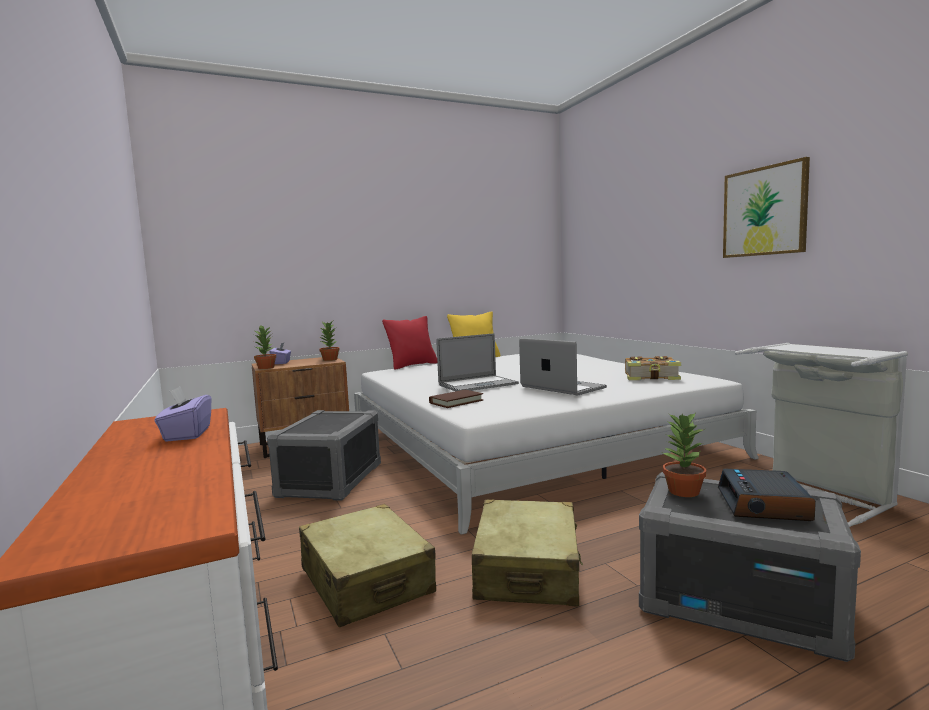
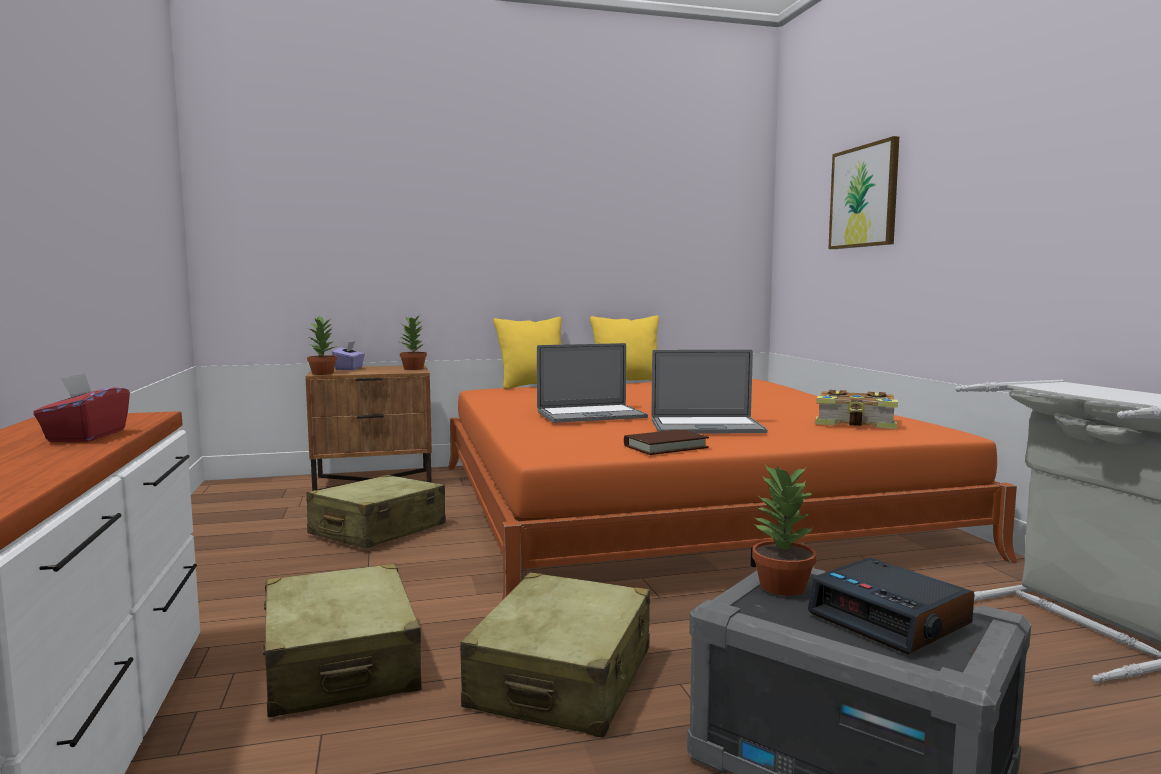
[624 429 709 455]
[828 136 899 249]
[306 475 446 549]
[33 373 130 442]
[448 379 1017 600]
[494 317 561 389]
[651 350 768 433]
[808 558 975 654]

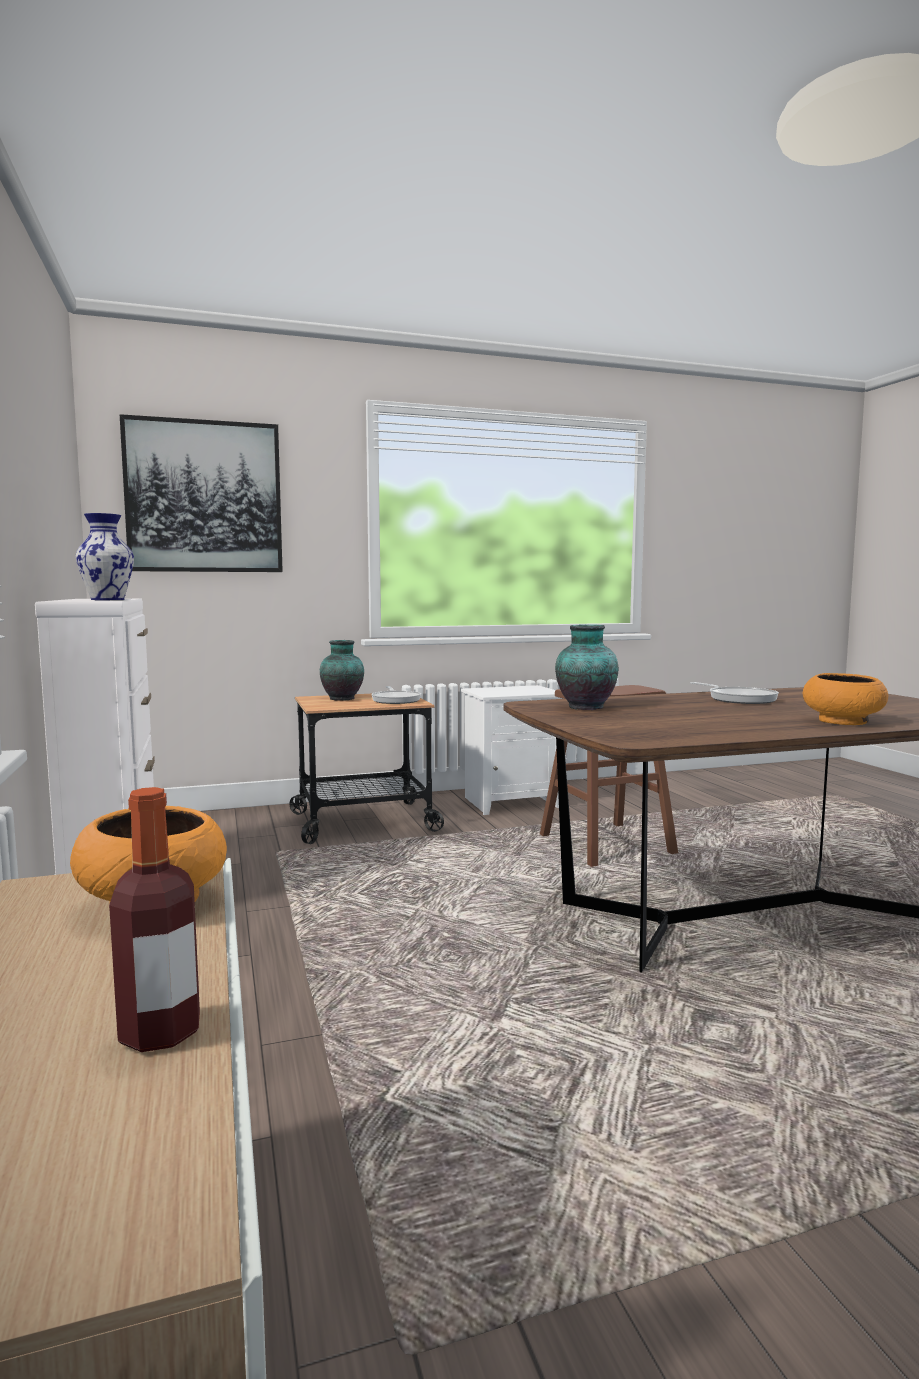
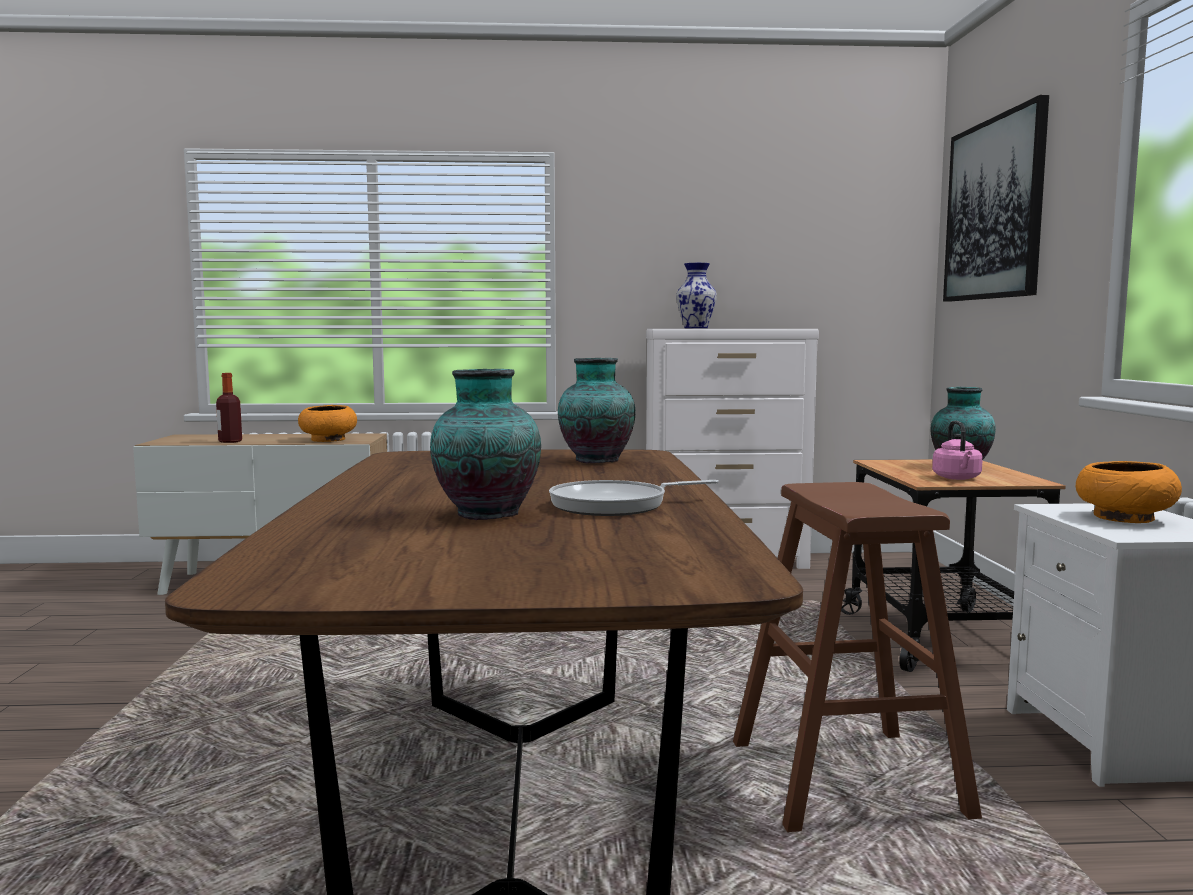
[430 369 541 520]
[1076 461 1182 523]
[932 420 983 480]

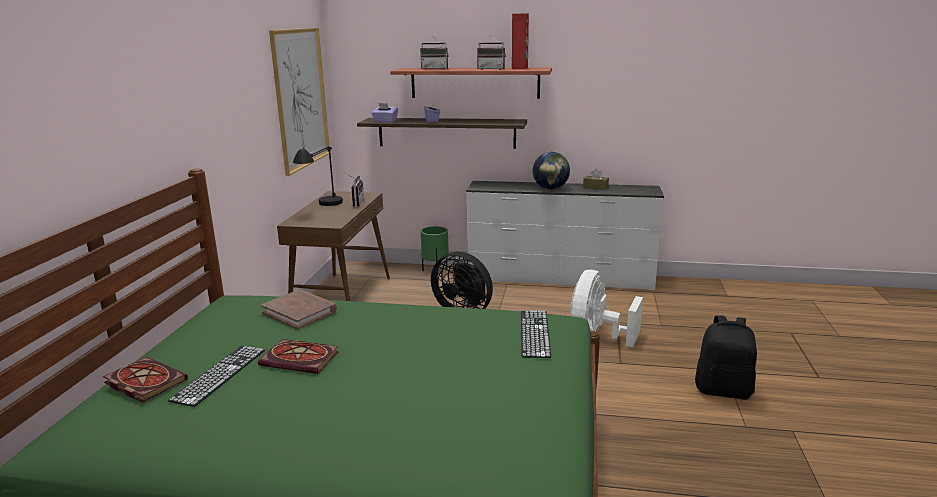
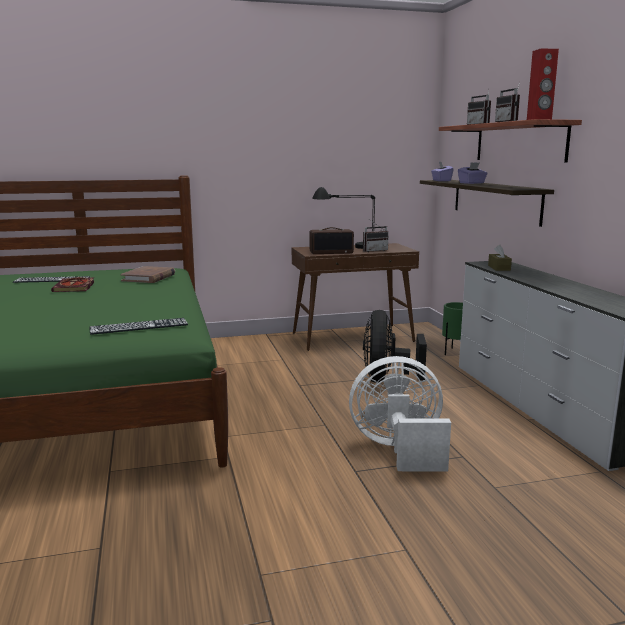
[103 357 188 402] (first image)
[269 28 329 176] (first image)
[533 152 570 190] (first image)
[695 315 757 400] (first image)
[310 227 354 254]
[488 244 512 271]

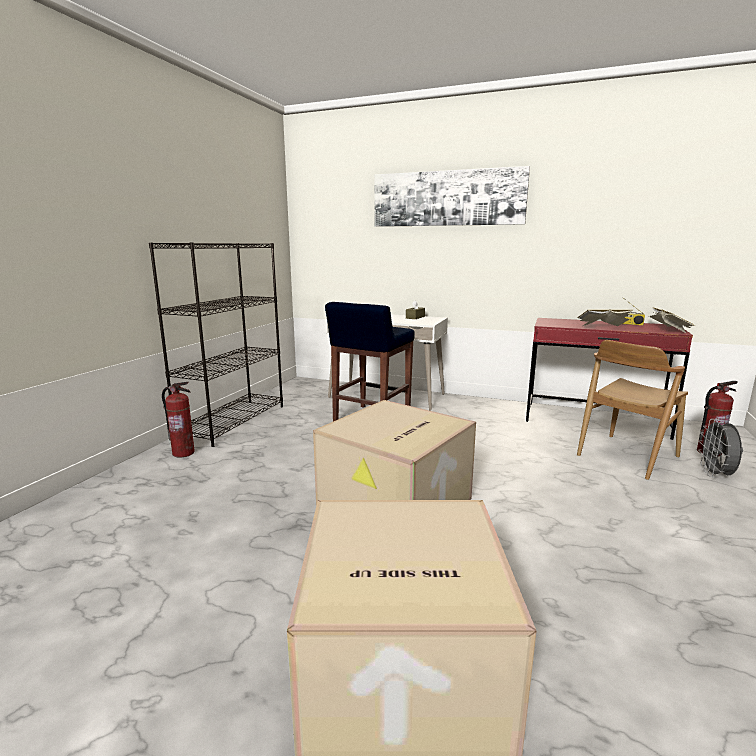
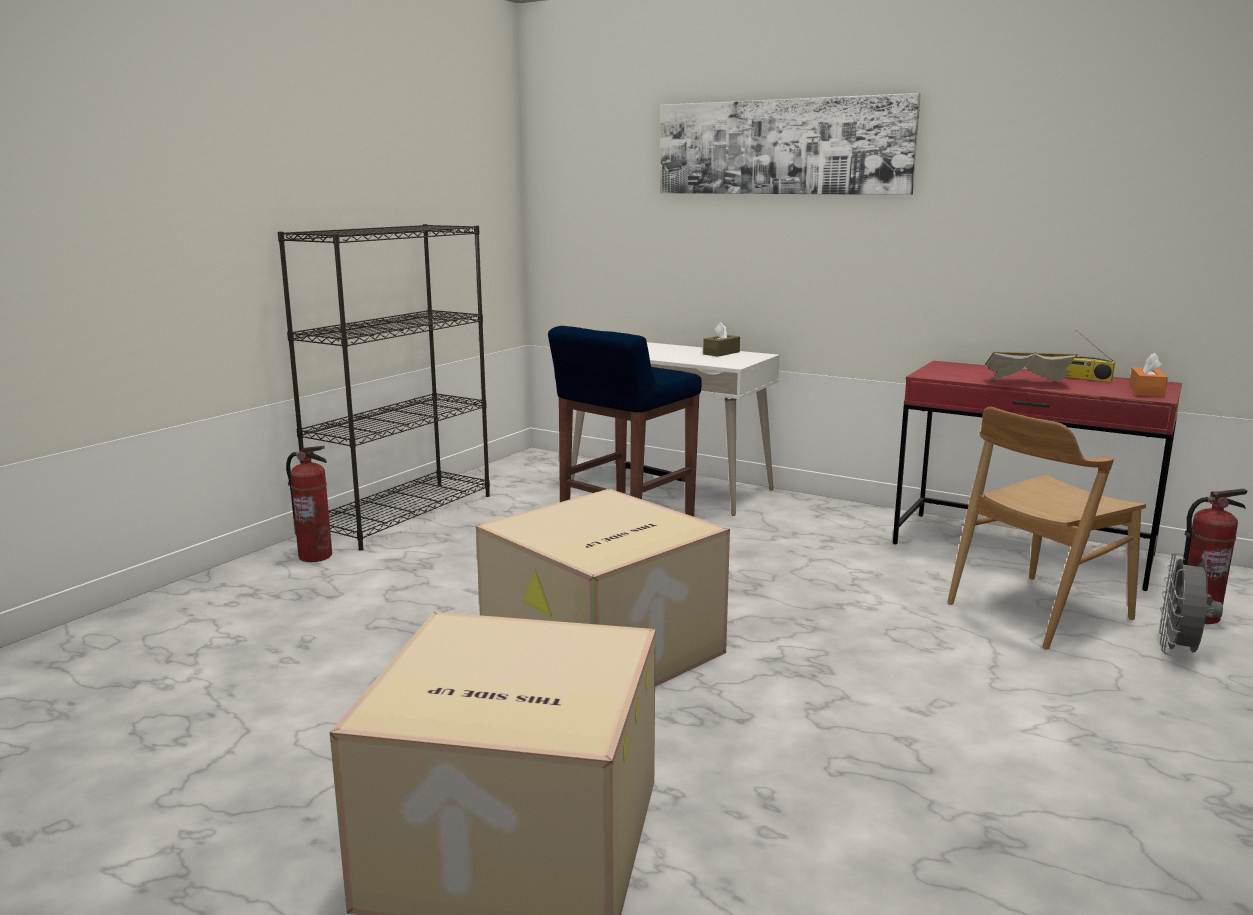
[1129 352 1168 397]

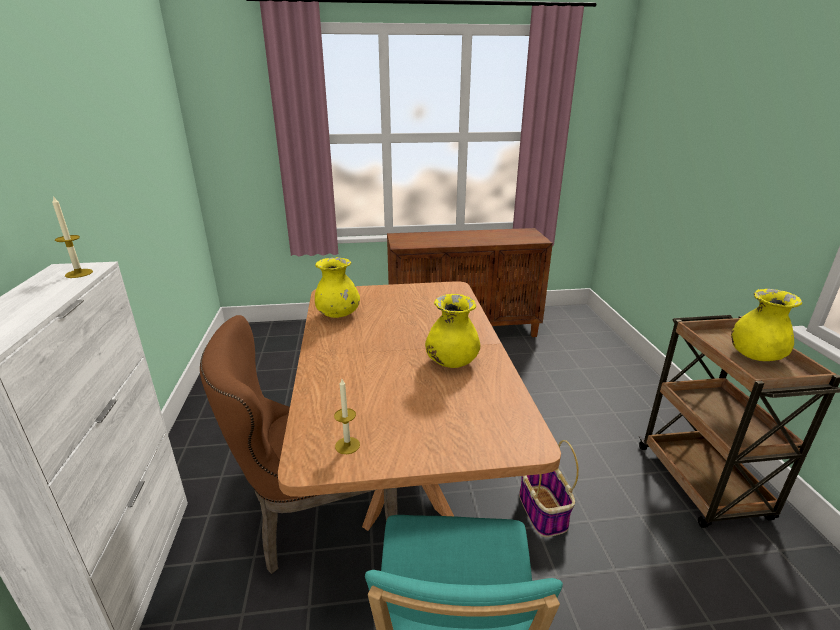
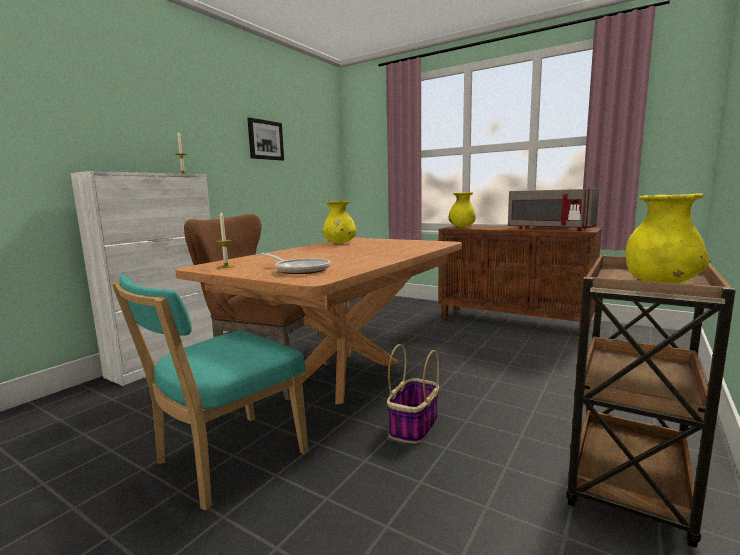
[247 117 284 161]
[261 253 330 274]
[508 189 599 231]
[448 192 476 227]

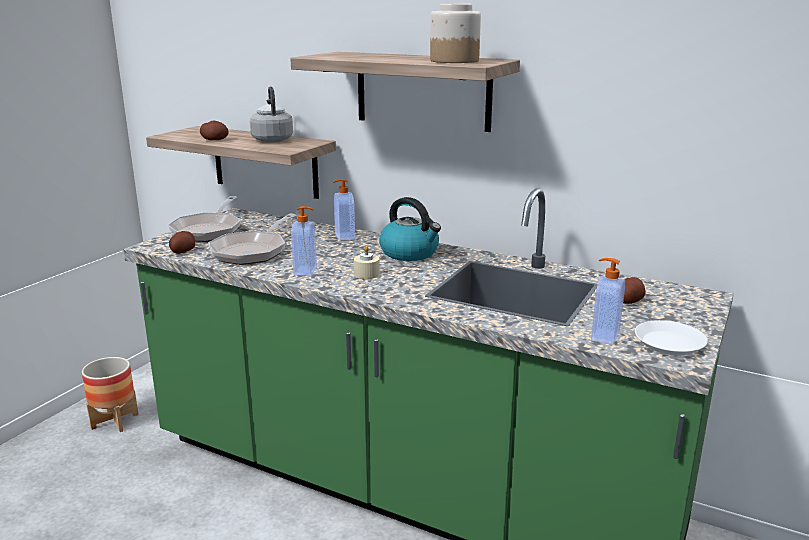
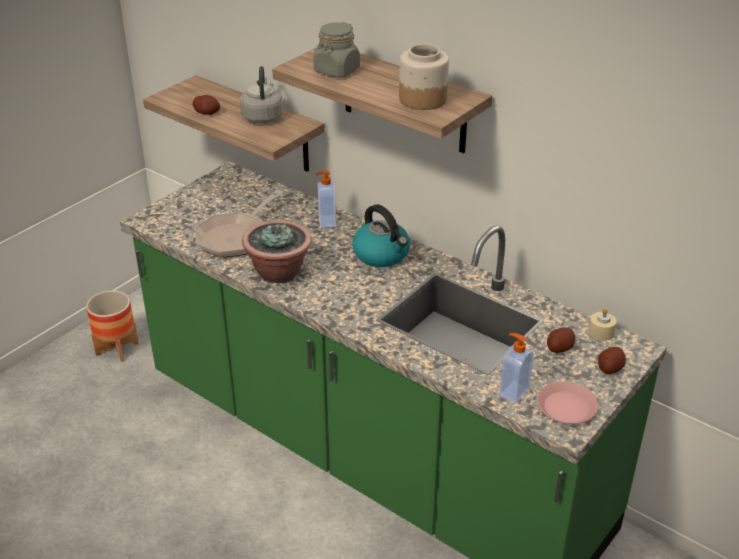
[167 196 241 242] (first image)
[313 22 360 78]
[598 347 626 374]
[588 308 617 341]
[242 220 312 283]
[537 381 598 424]

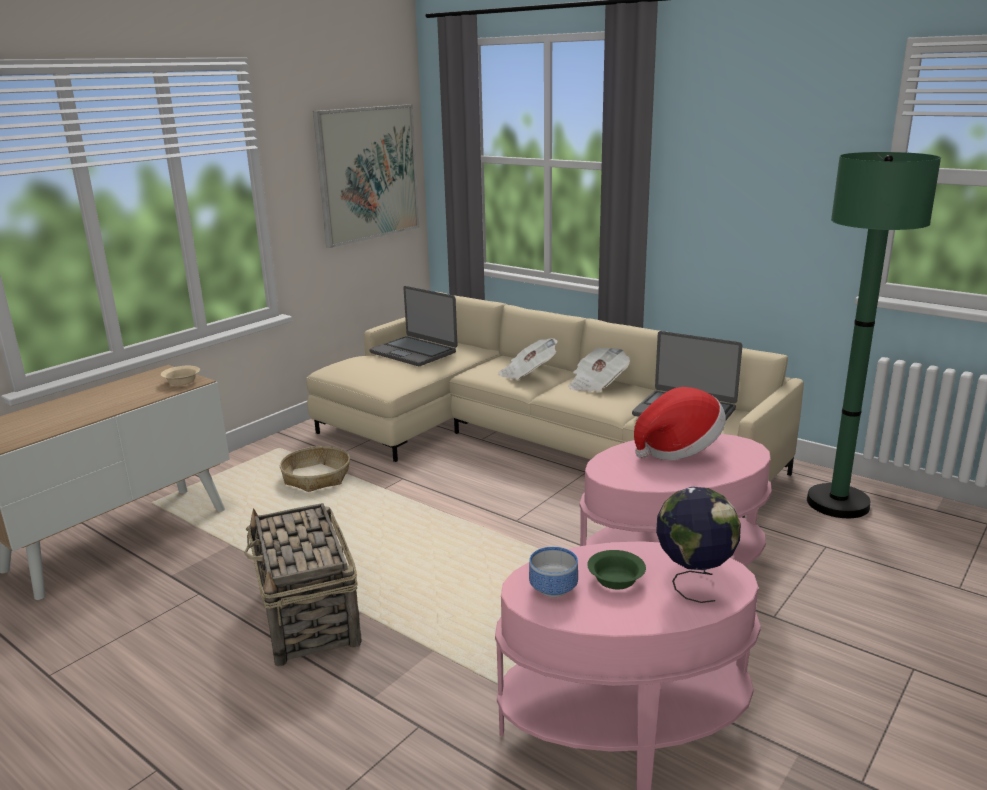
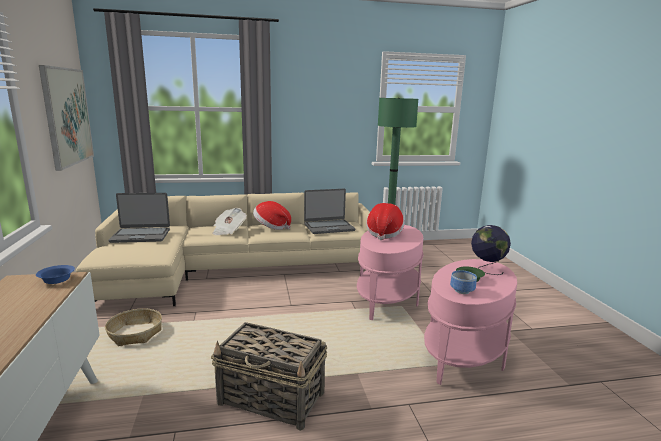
[253 201 291 230]
[36 265 75 284]

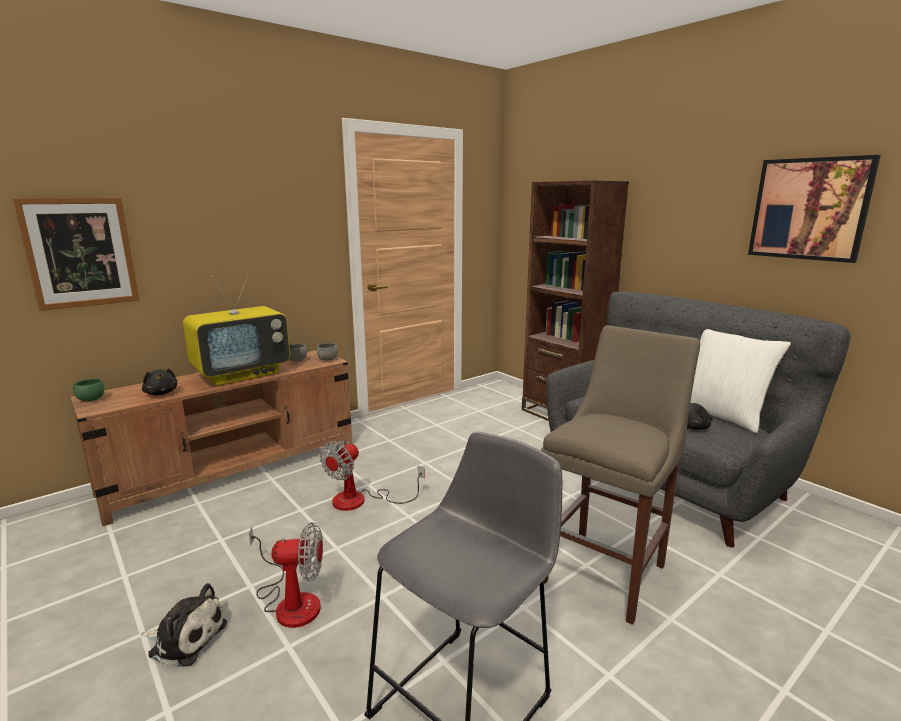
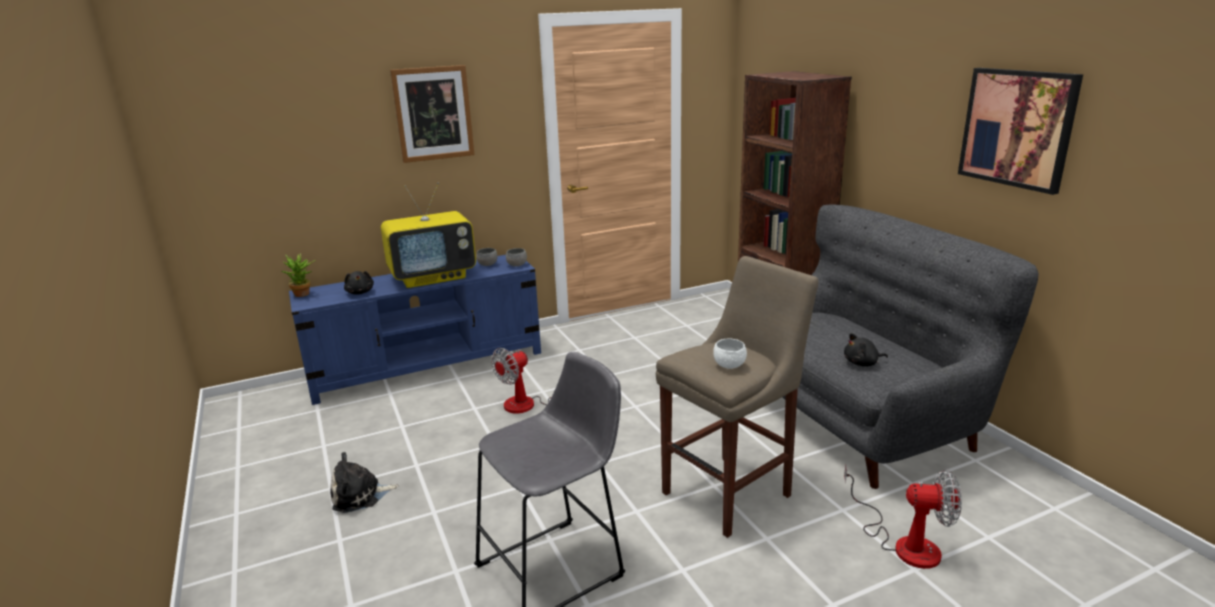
[690 329 791 433] (first image)
[713 338 747 369]
[390 65 474 163]
[844 464 962 569]
[282 253 316 297]
[289 255 541 405]
[330 452 399 513]

